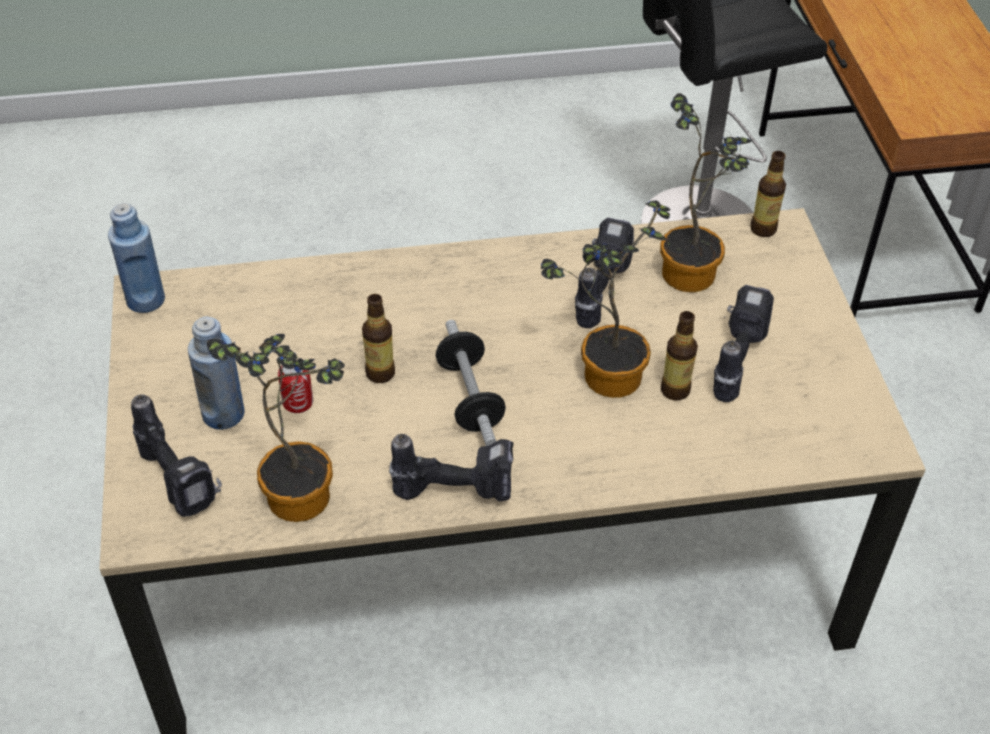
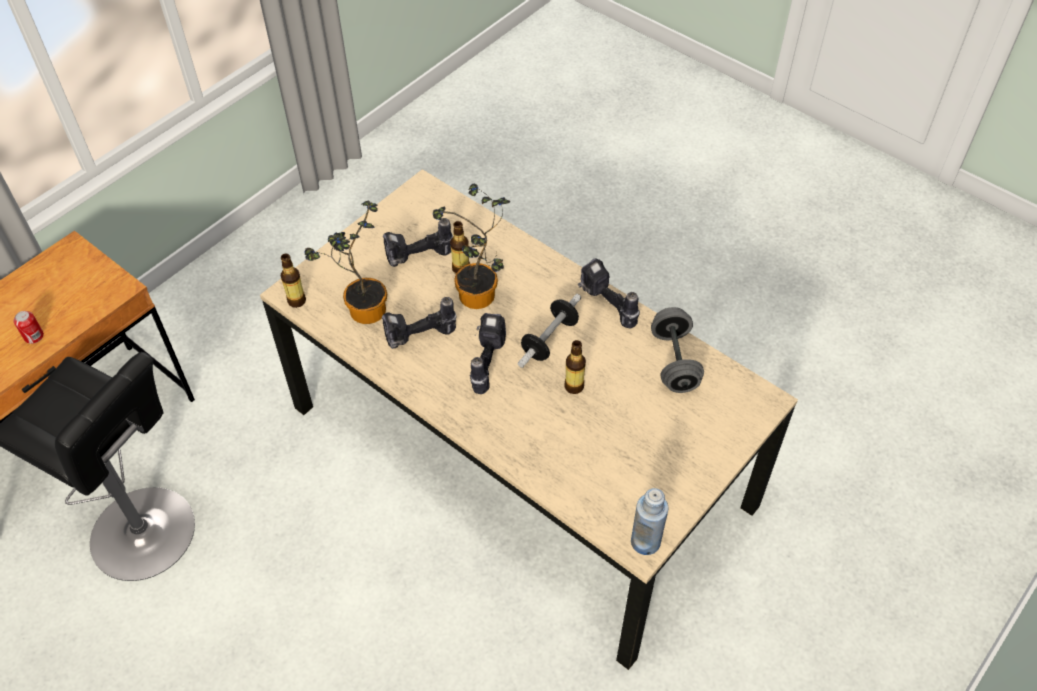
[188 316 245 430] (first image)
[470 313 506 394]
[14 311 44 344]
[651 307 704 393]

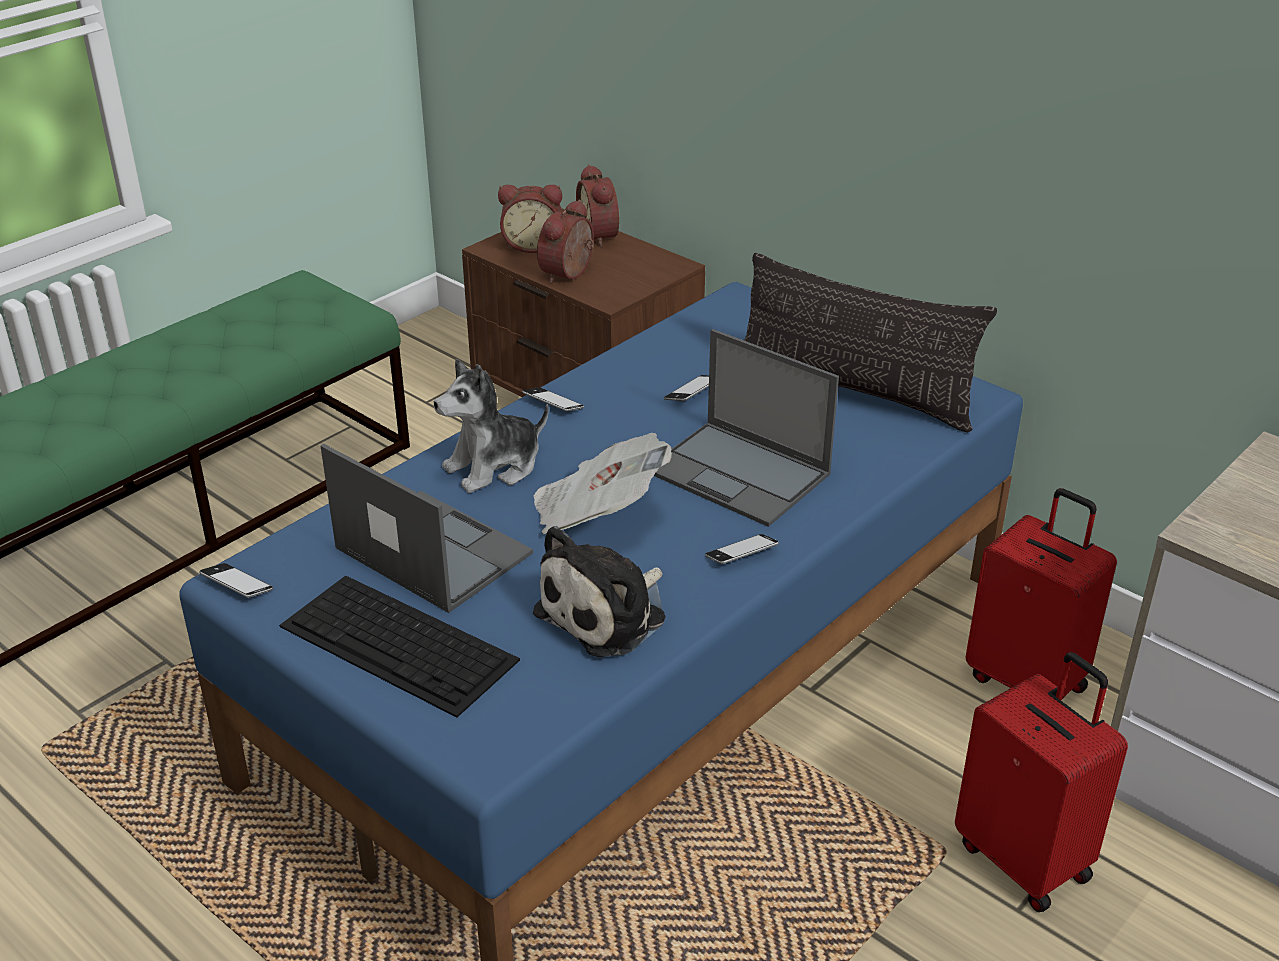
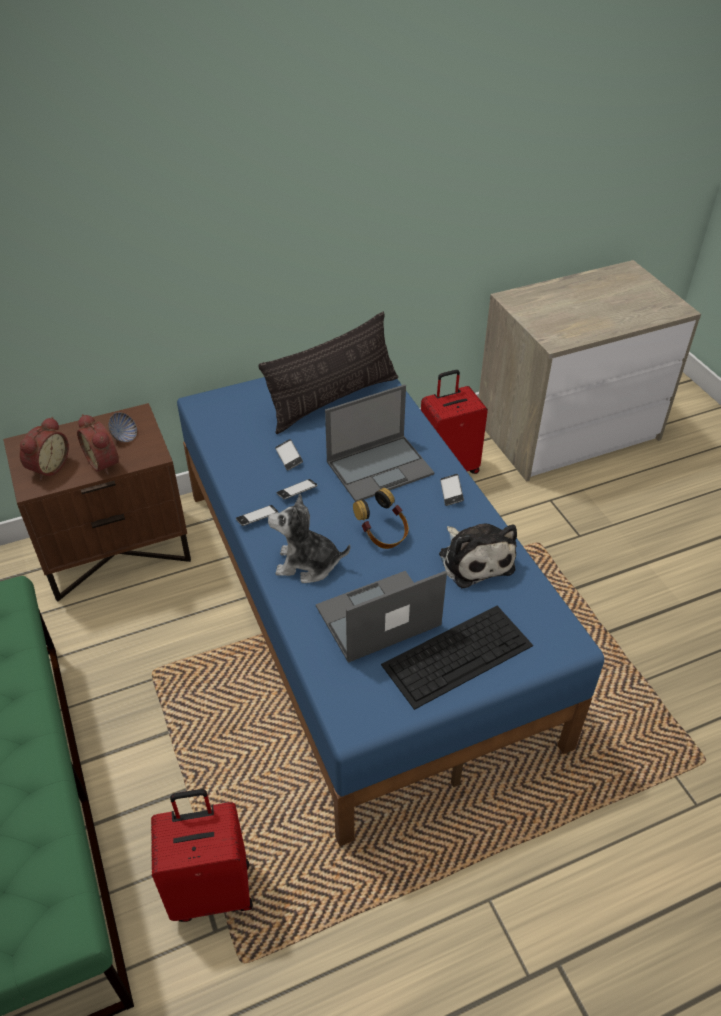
[576 164 619 247] (first image)
[108 412 137 442]
[276 479 318 499]
[151 789 253 922]
[353 488 409 549]
[268 494 350 583]

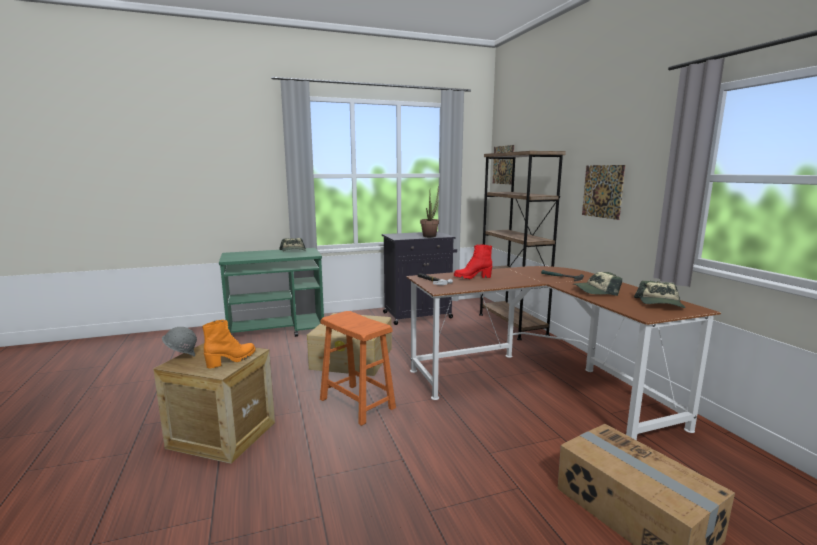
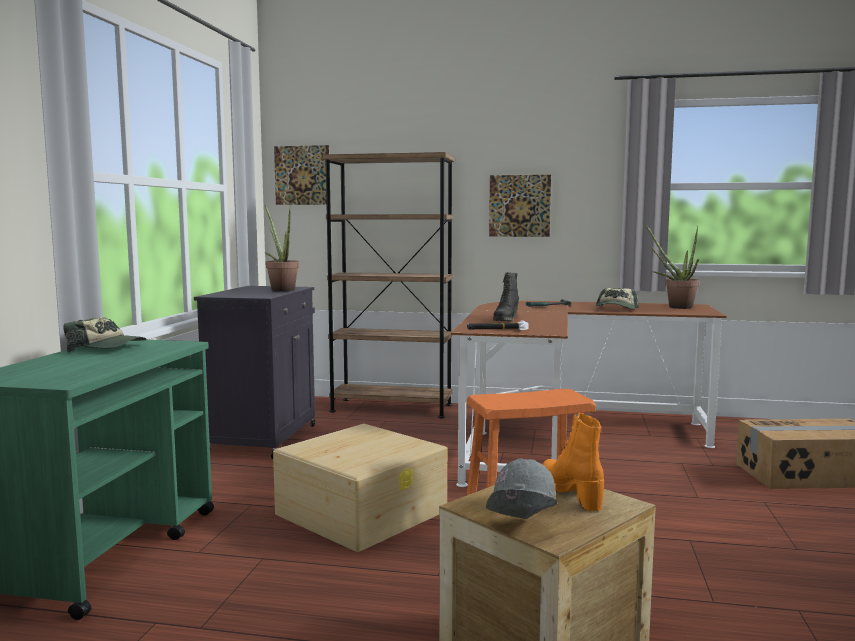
[645 224 699 309]
[493 272 519 321]

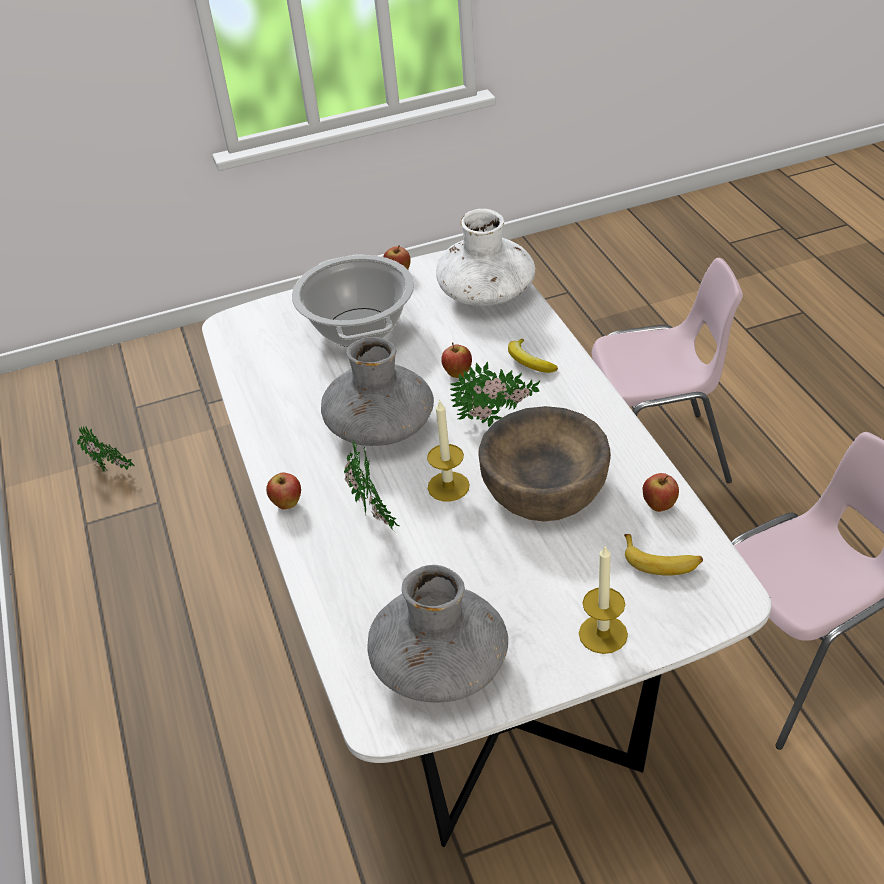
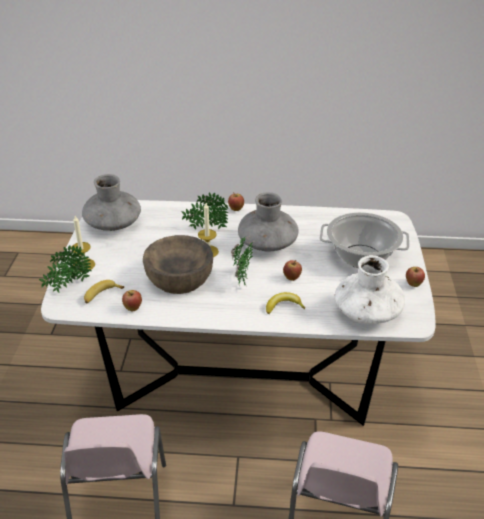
[39 245 92 293]

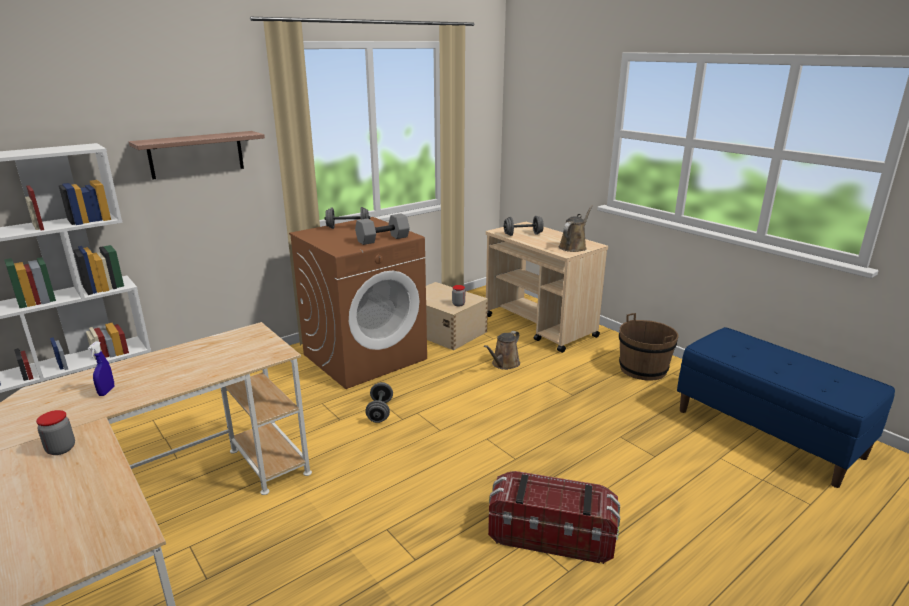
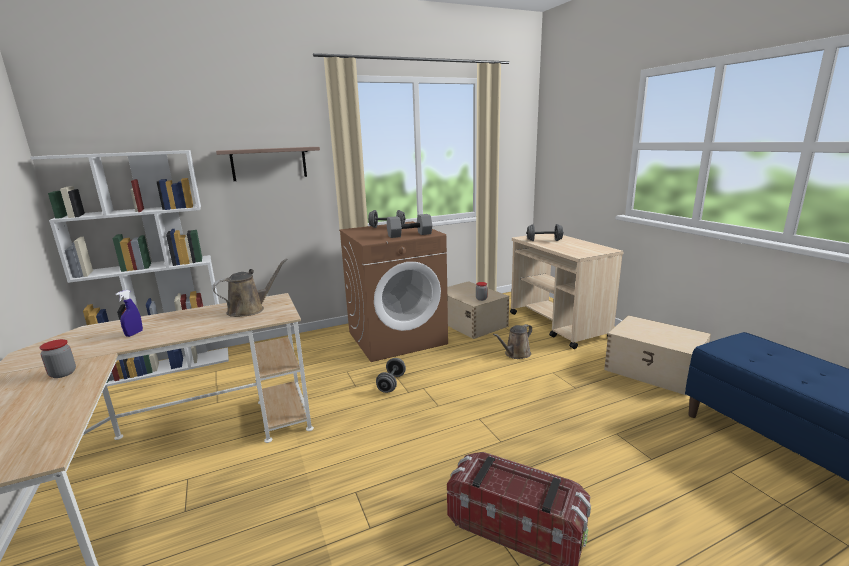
[212 258 288 317]
[604 315 711 396]

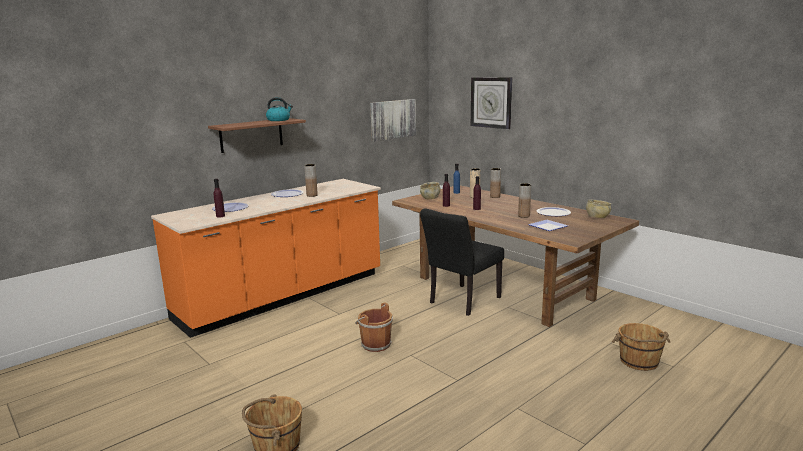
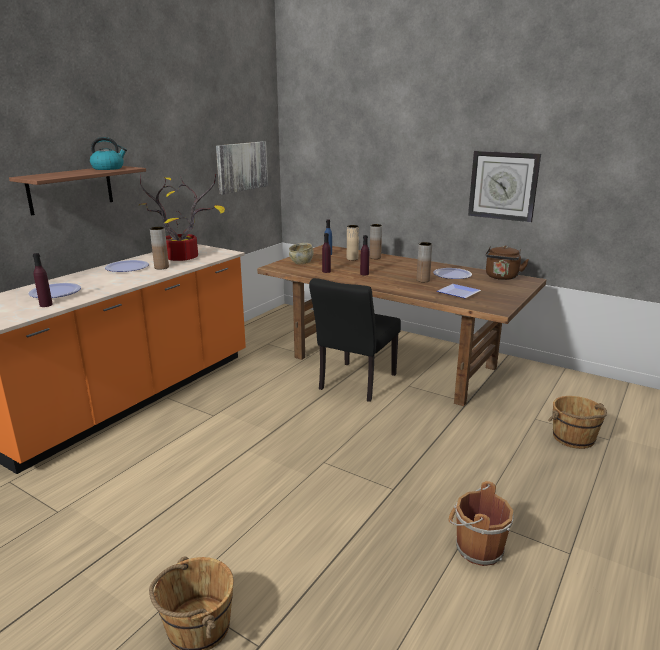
[139 174 225 261]
[448 481 514 566]
[468 151 541 222]
[486 246 529 280]

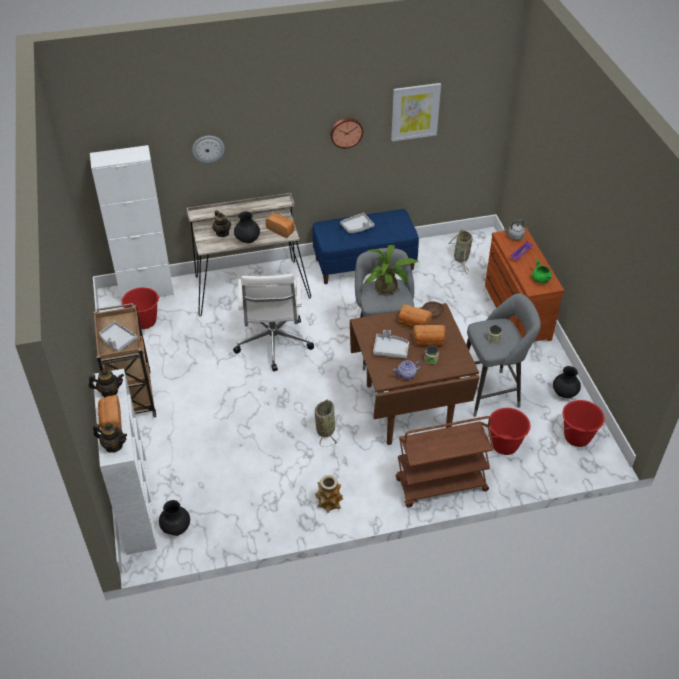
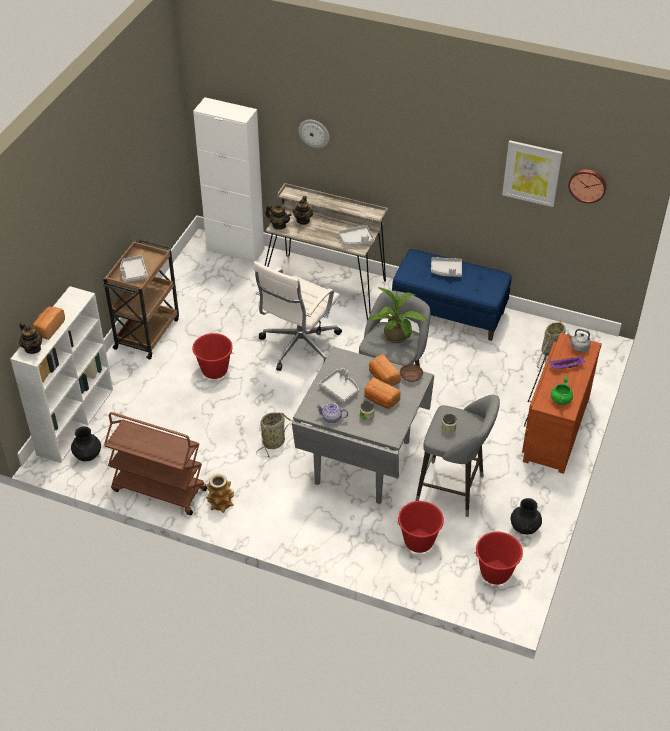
[234 211 260 243] (first image)
[266 204 291 230]
[192 333 233 379]
[568 169 607 203]
[104 412 207 515]
[338 225 375 246]
[292 347 434 504]

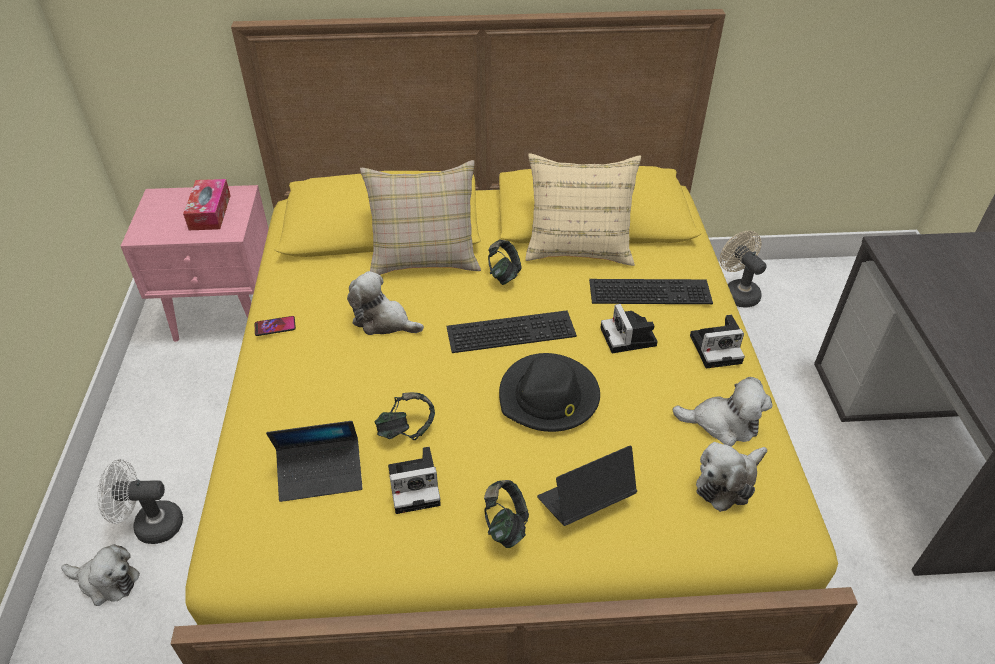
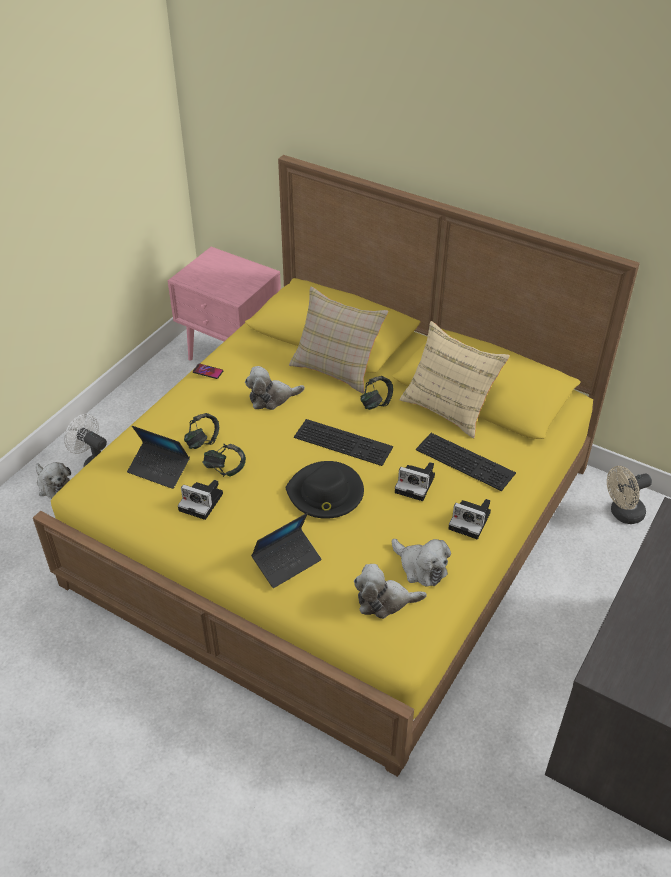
[183 179 231 230] (first image)
[184 413 219 449]
[245 366 305 410]
[251 513 322 588]
[395 462 435 501]
[607 466 652 524]

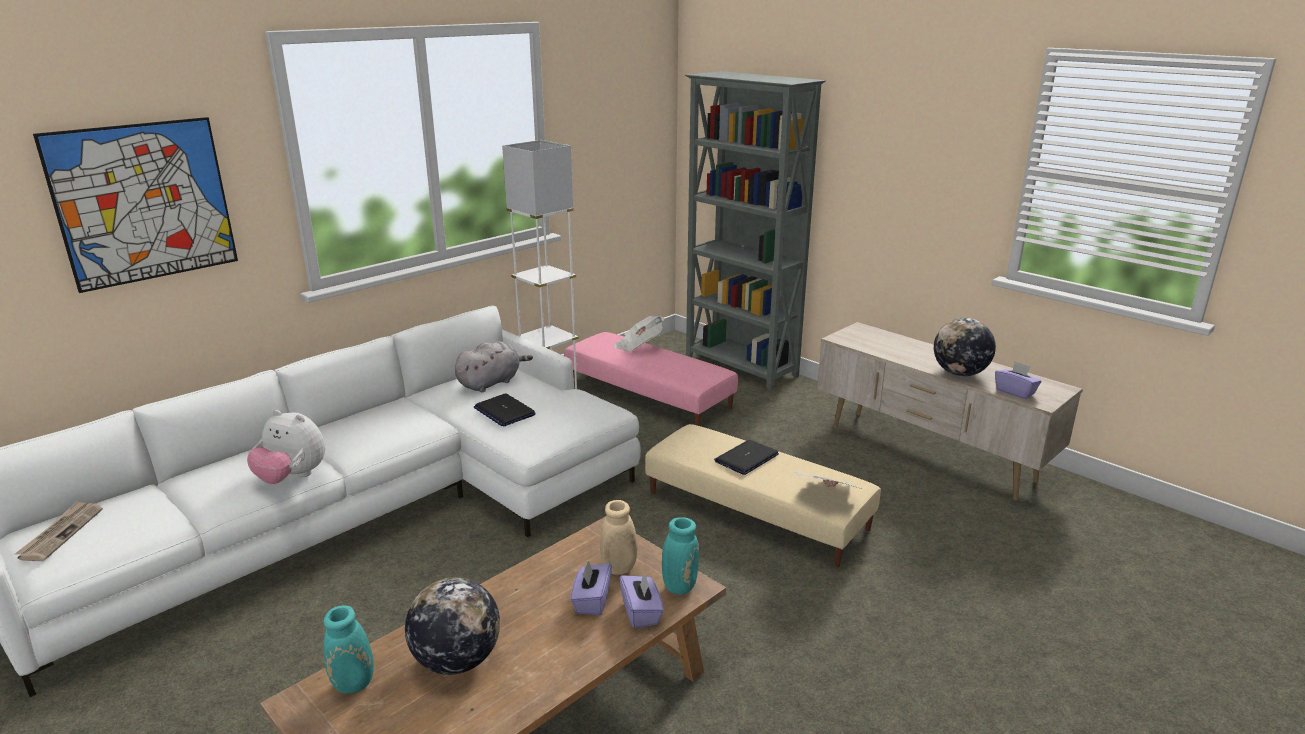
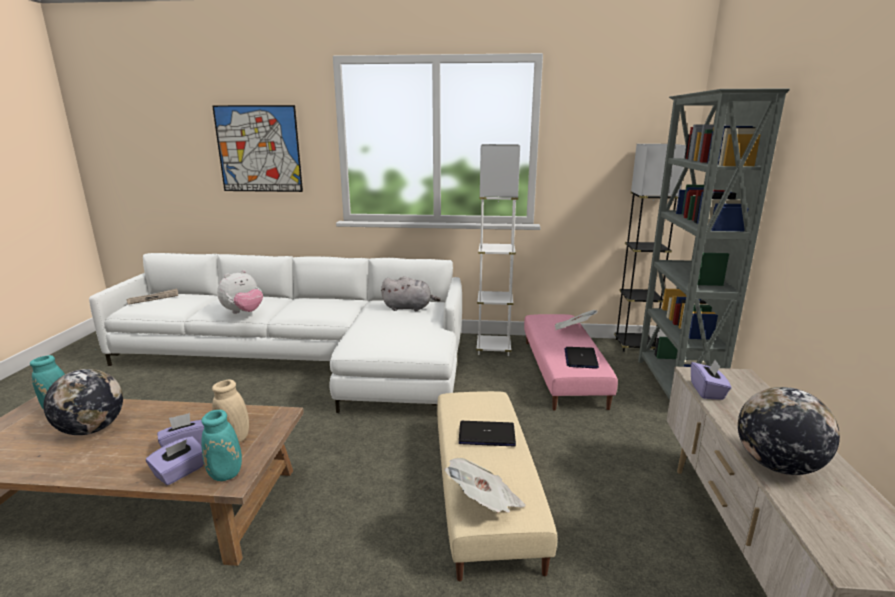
[614 144 686 352]
[564 347 599 369]
[691 360 731 400]
[217 270 263 314]

